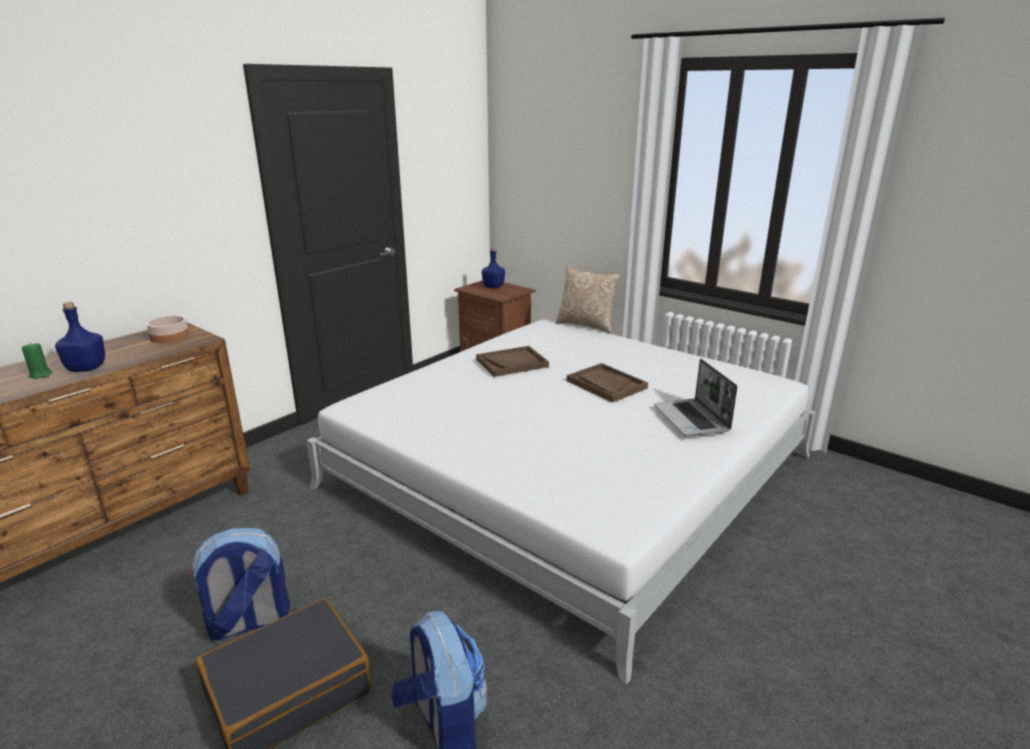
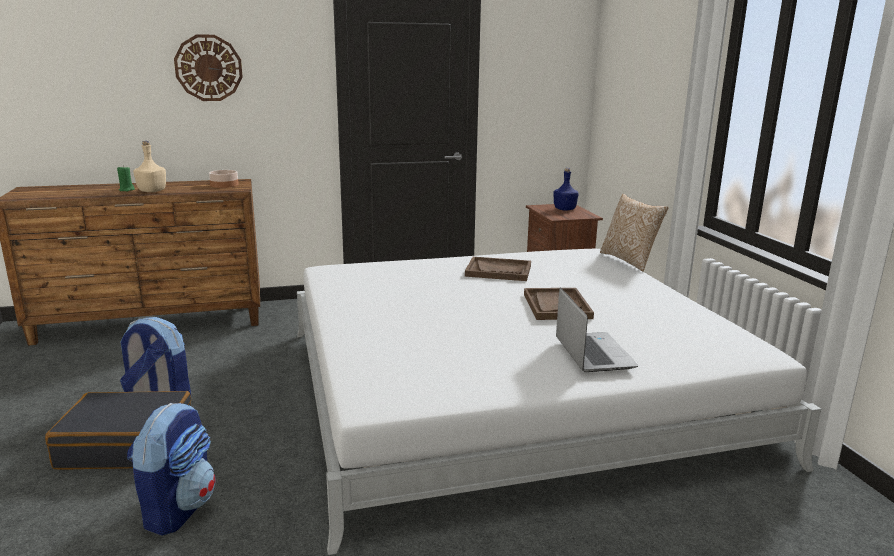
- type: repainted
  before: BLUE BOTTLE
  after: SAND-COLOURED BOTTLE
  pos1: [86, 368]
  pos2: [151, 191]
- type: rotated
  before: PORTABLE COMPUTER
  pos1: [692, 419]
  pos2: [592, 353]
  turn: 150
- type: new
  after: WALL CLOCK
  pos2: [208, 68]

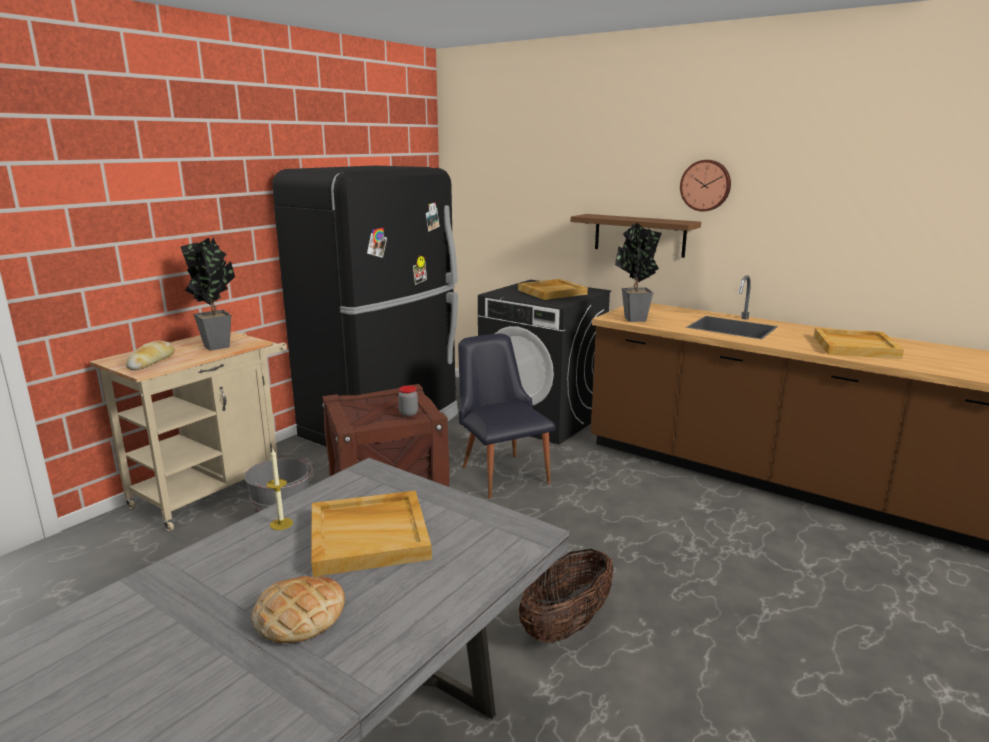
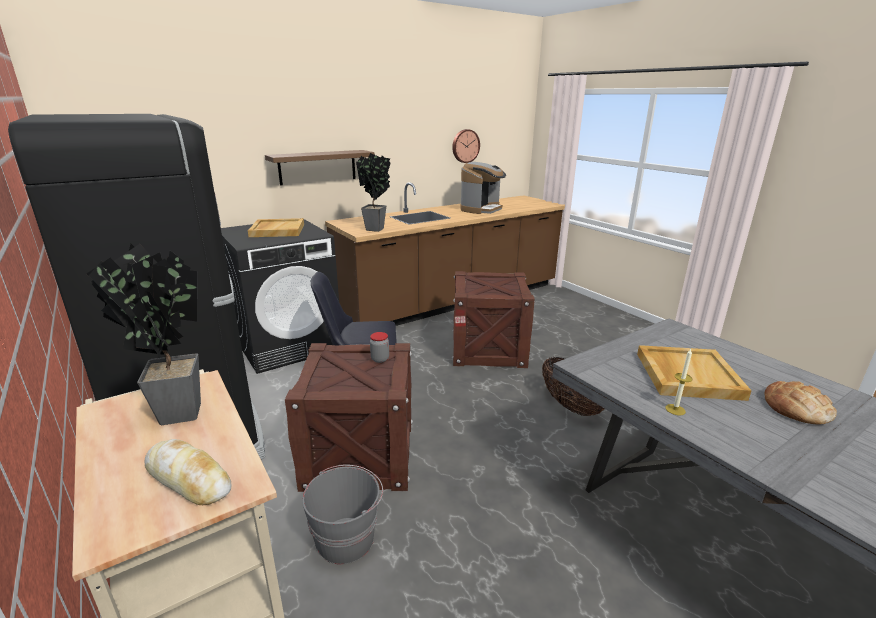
- type: shifted
  before: WALL CLOCK
  pos1: [706, 185]
  pos2: [465, 146]
- type: swapped
  before: SAND-COLOURED SERVING TRAY
  after: COFFEE BREWER
  pos1: [856, 347]
  pos2: [481, 209]
- type: new
  after: PACKING CRATE
  pos2: [488, 349]

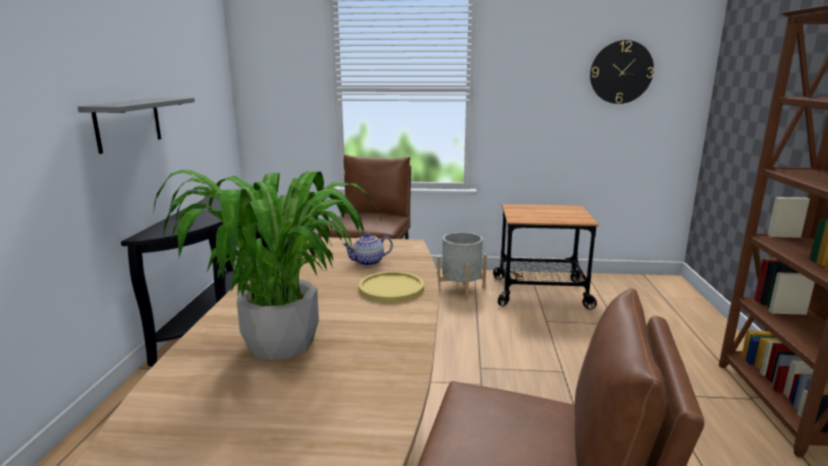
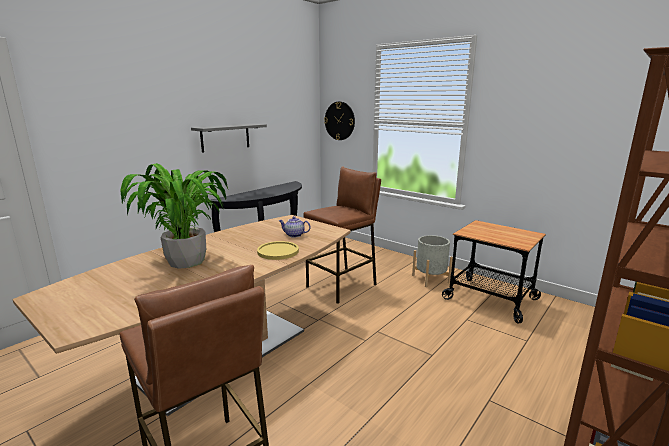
- type: shifted
  before: WALL CLOCK
  pos1: [621, 72]
  pos2: [339, 121]

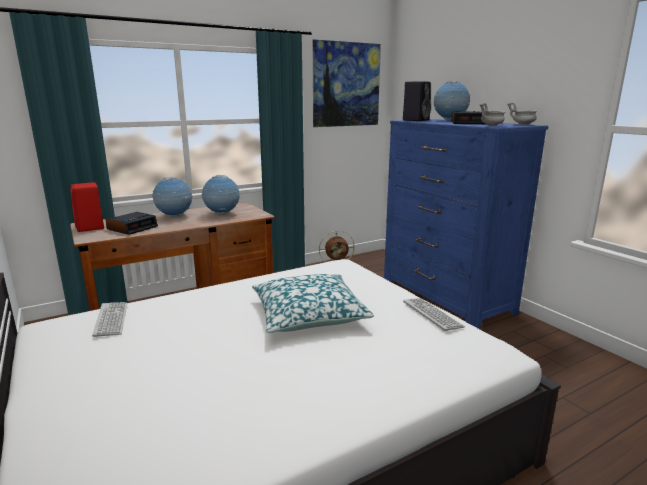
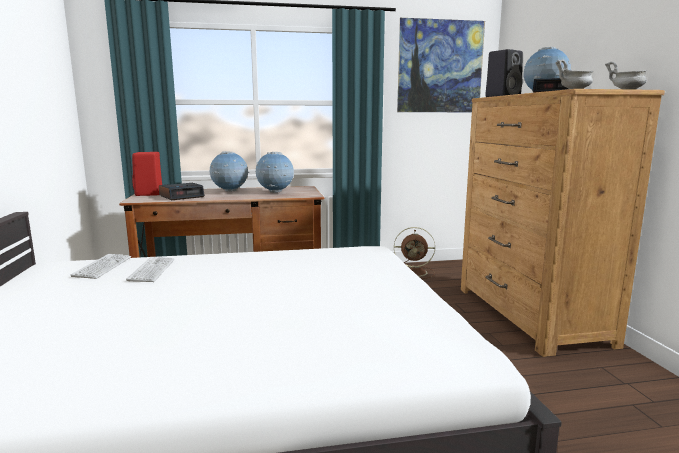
- type: gone
  before: THROW PILLOW
  pos1: [308, 314]
- type: repainted
  before: BLUE DRESSER
  after: BROWN-COLOURED DRESSER
  pos1: [445, 296]
  pos2: [529, 315]
- type: shifted
  before: COMPUTER KEYBOARD
  pos1: [432, 314]
  pos2: [152, 270]

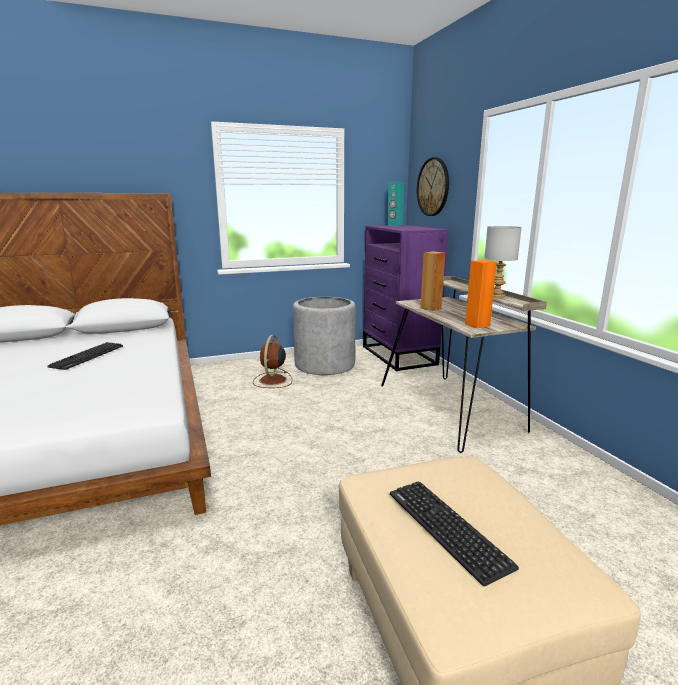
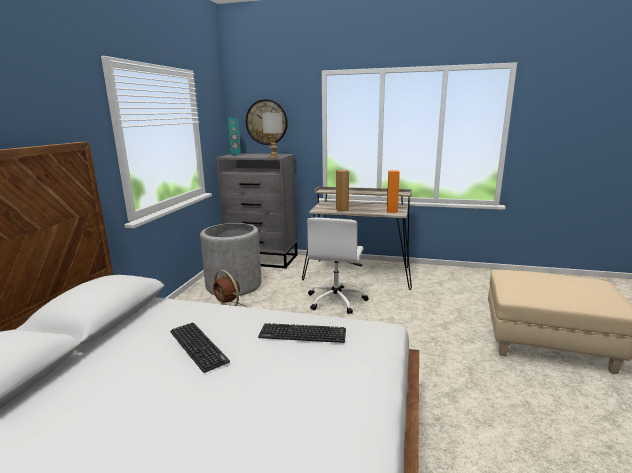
- type: repainted
  before: PURPLE-COLOURED DRESSER
  after: GRAY DRESSER
  pos1: [399, 355]
  pos2: [262, 259]
- type: shifted
  before: COMPUTER KEYBOARD
  pos1: [446, 528]
  pos2: [302, 334]
- type: shifted
  before: GRAY LAMP FOR A TABLE
  pos1: [497, 296]
  pos2: [273, 157]
- type: new
  after: WHITISH OFFICE CHAIR
  pos2: [336, 300]

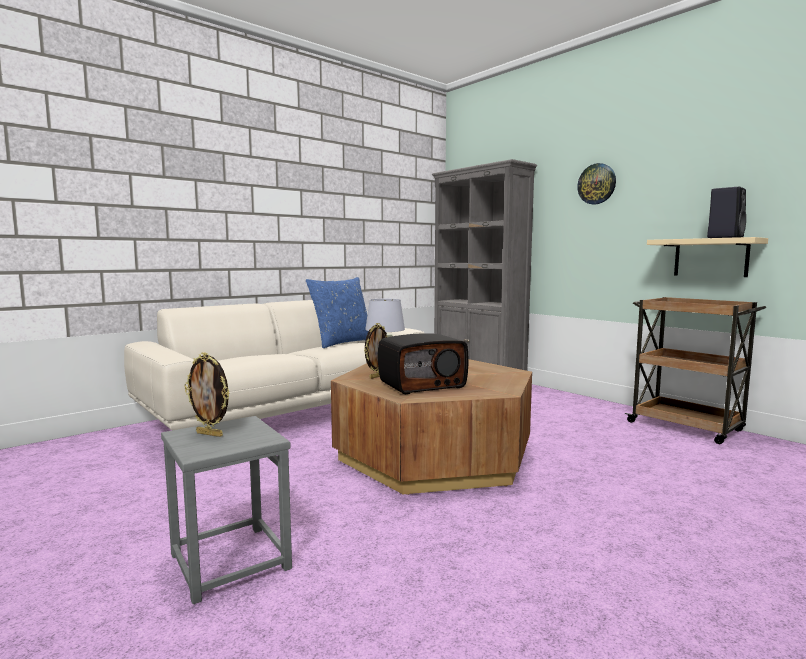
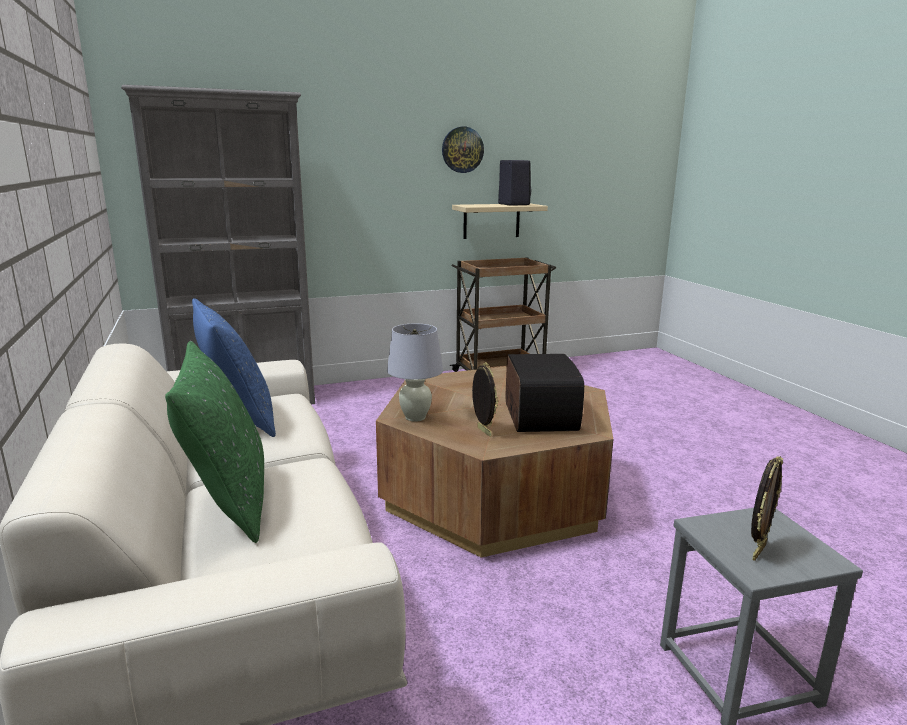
- type: shifted
  before: WALL CLOCK
  pos1: [596, 184]
  pos2: [462, 150]
- type: new
  after: GREEN-COLOURED THROW PILLOW
  pos2: [228, 503]

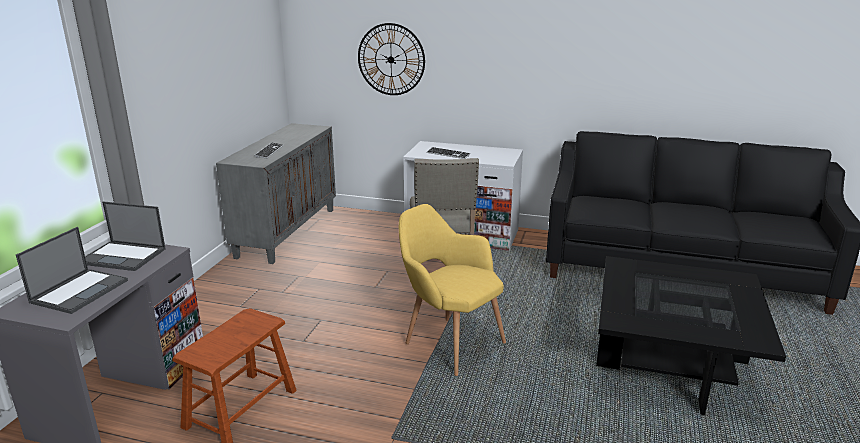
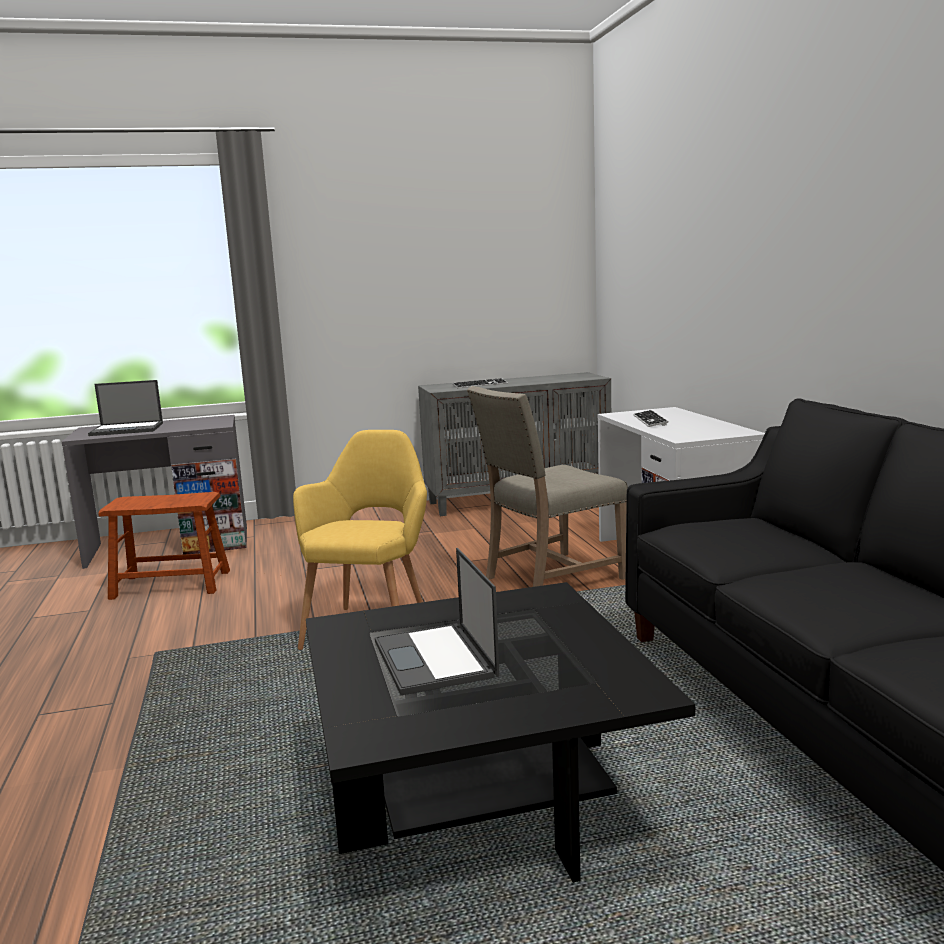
- type: shifted
  before: PORTABLE COMPUTER
  pos1: [124, 256]
  pos2: [435, 659]
- type: gone
  before: WALL CLOCK
  pos1: [391, 59]

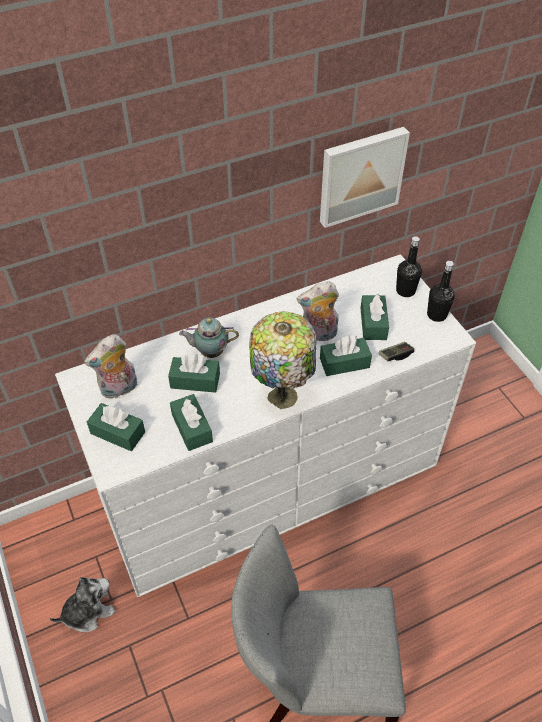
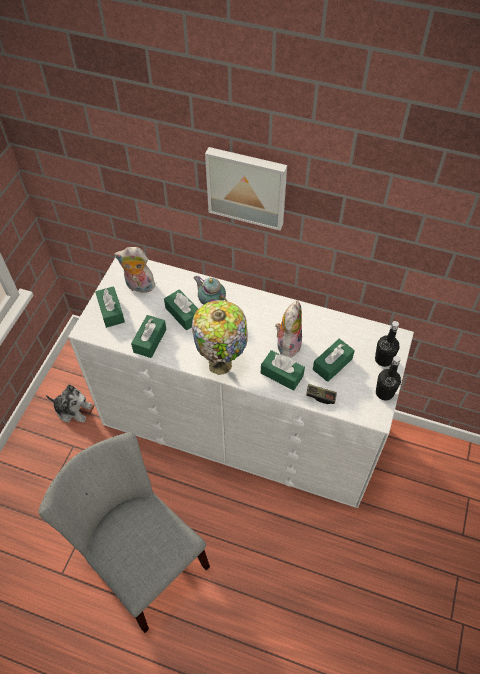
- type: rotated
  before: PLUSH TOY
  pos1: [318, 335]
  pos2: [287, 343]
  turn: 75
- type: shifted
  before: WALL PICTURE
  pos1: [360, 175]
  pos2: [247, 186]

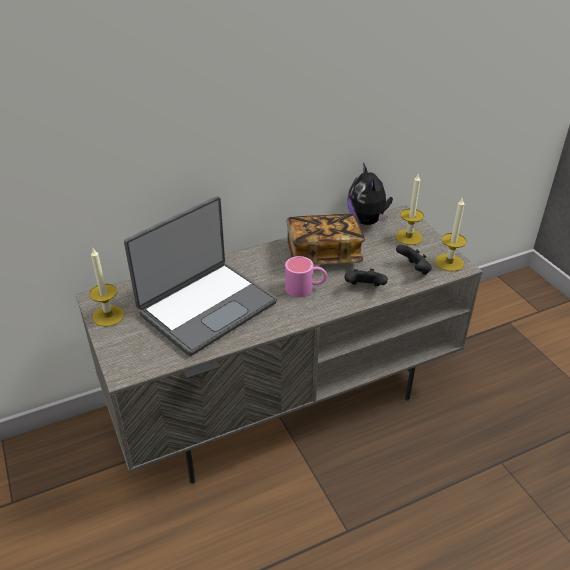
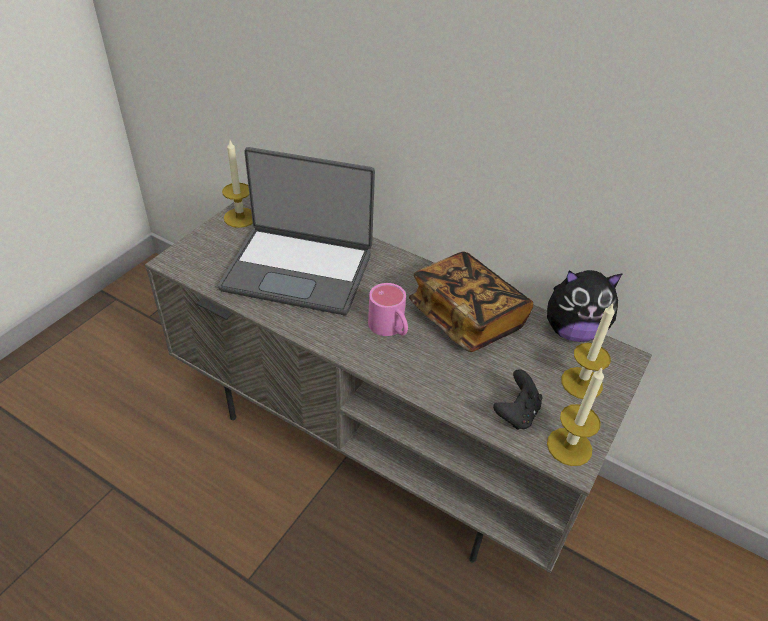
- type: gone
  before: BLACK-COLOURED JOYPAD
  pos1: [364, 288]
- type: rotated
  before: PLUSH TOY
  pos1: [367, 221]
  pos2: [572, 331]
  turn: -135

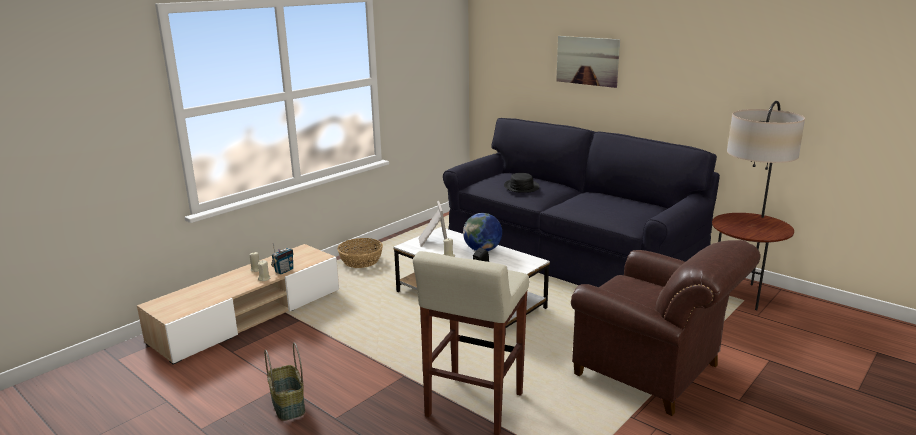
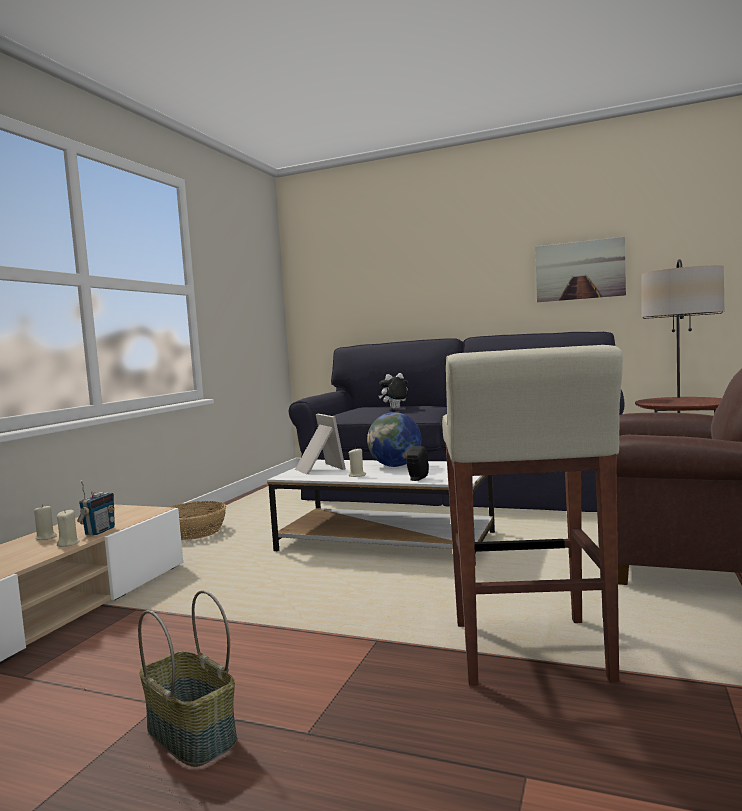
- type: swapped
  before: BLACK-COLOURED CLOTHING HAT
  after: PLUSH TOY
  pos1: [521, 187]
  pos2: [395, 408]
- type: shifted
  before: WALL PICTURE
  pos1: [587, 61]
  pos2: [579, 270]

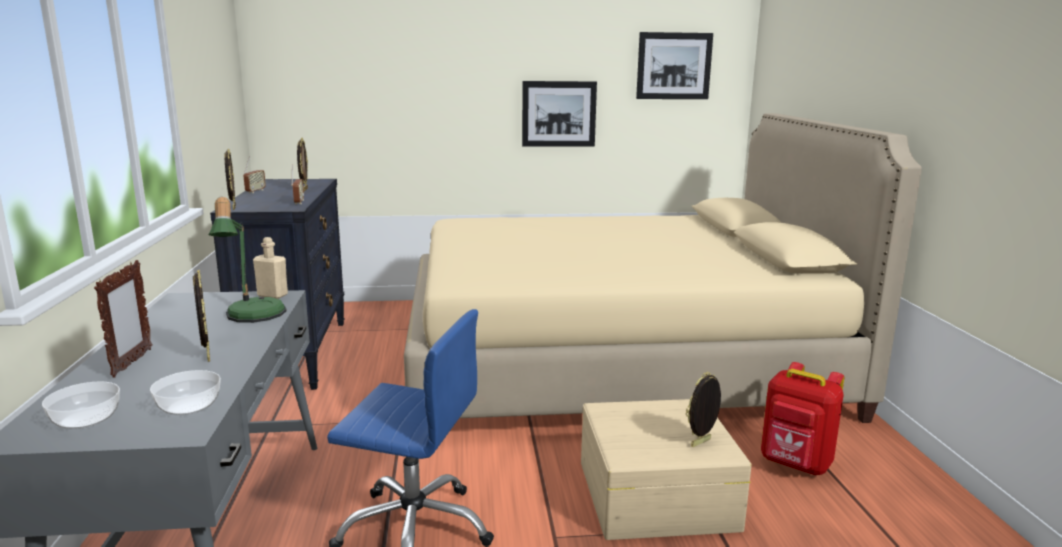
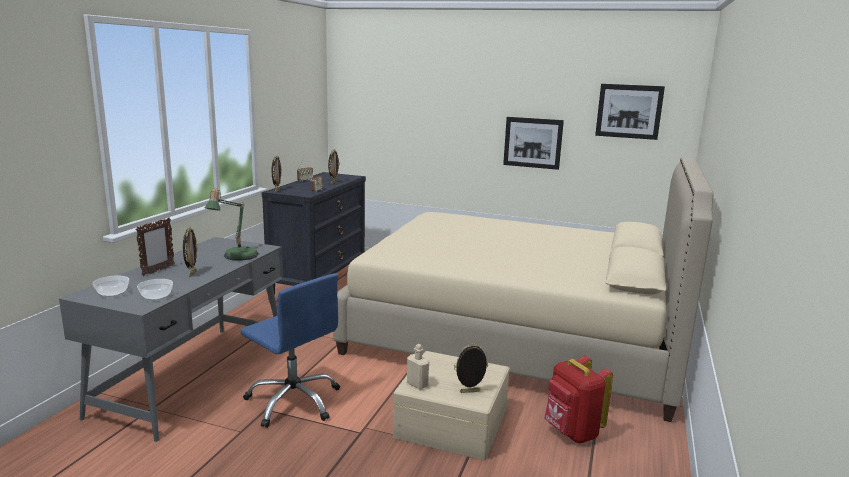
- type: shifted
  before: SAND-COLOURED BOTTLE
  pos1: [272, 295]
  pos2: [417, 384]

